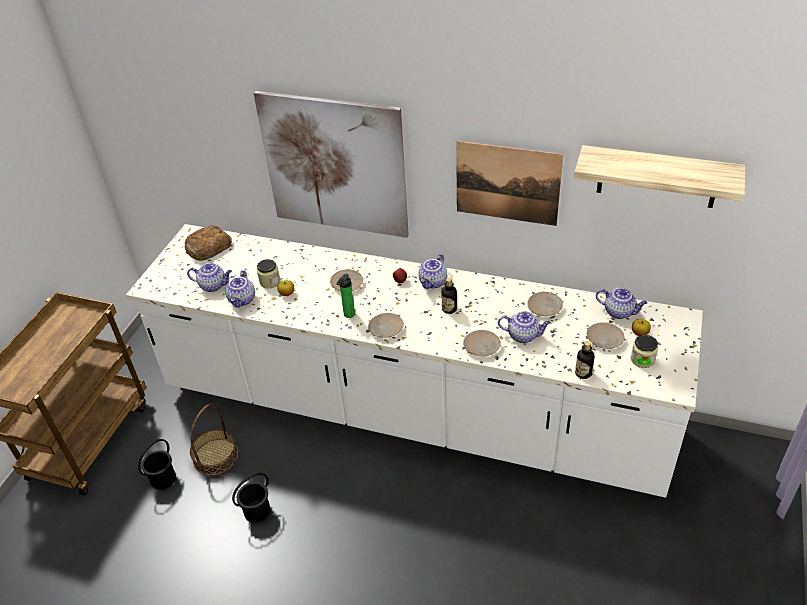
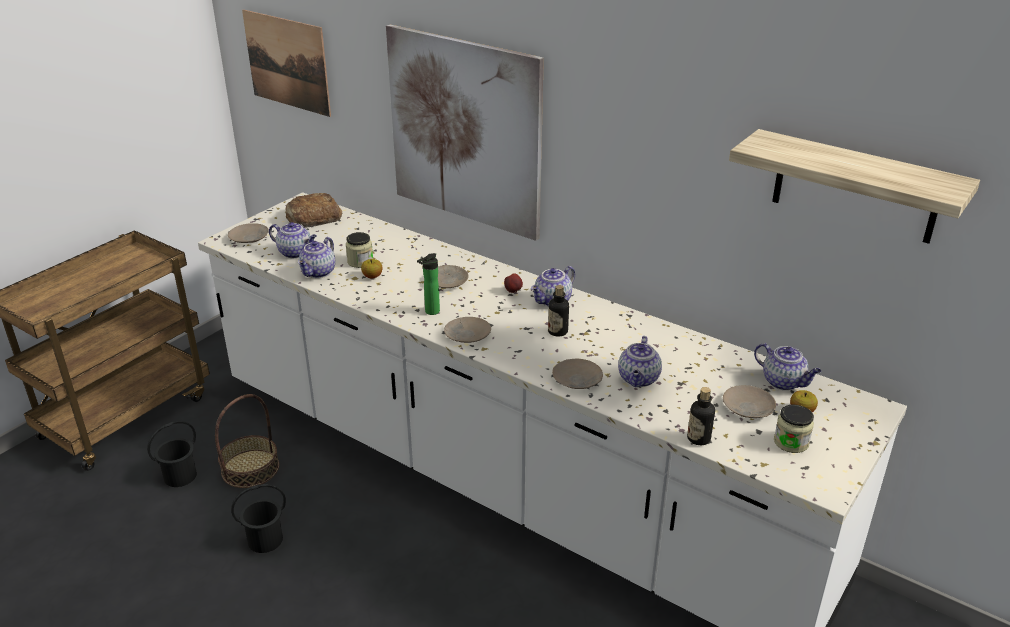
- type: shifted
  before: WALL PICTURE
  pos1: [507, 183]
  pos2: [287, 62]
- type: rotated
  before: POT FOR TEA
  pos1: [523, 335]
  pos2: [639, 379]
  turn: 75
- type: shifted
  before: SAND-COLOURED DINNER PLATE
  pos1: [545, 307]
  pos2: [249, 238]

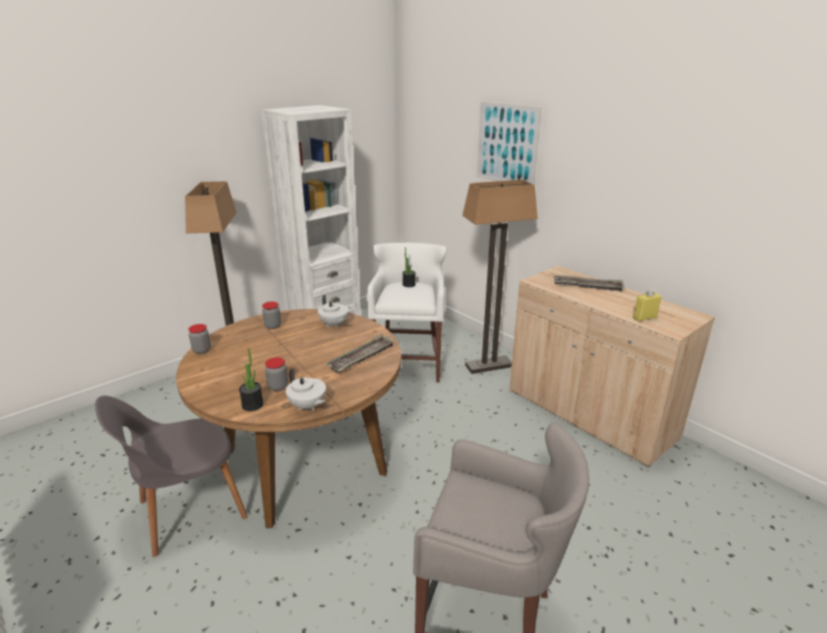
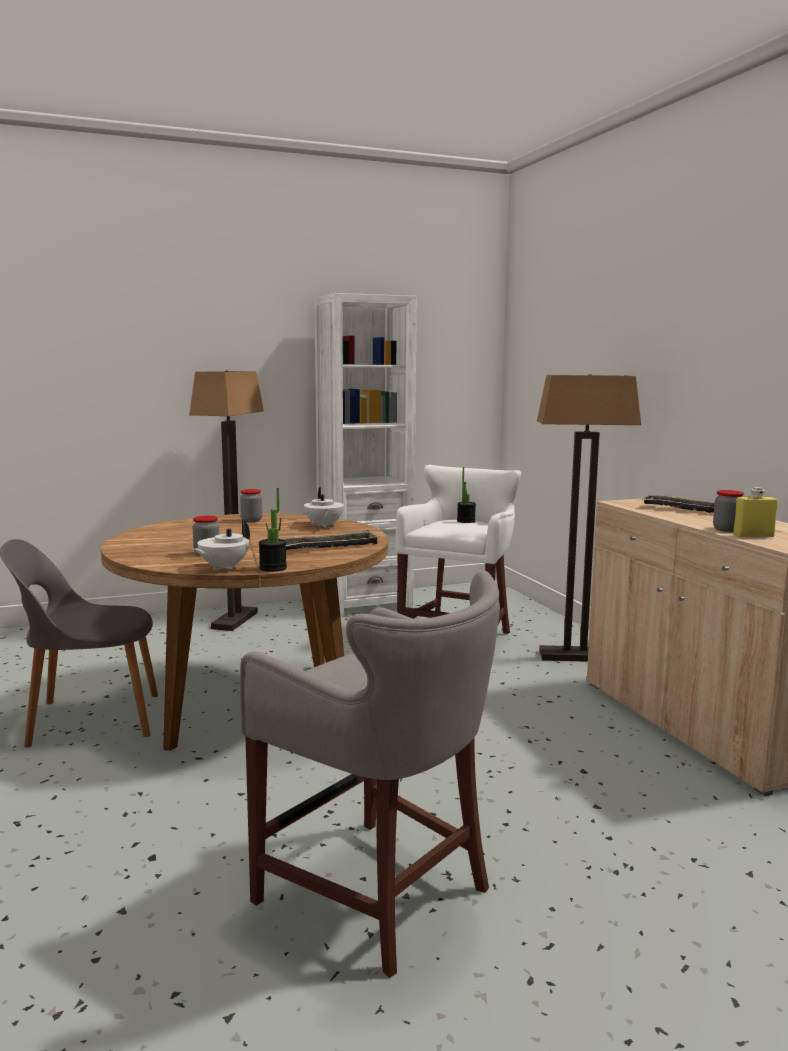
- type: shifted
  before: JAR
  pos1: [202, 350]
  pos2: [726, 529]
- type: shifted
  before: HOUSEPLANT
  pos1: [252, 405]
  pos2: [273, 568]
- type: rotated
  before: WHITISH POT FOR TEA
  pos1: [307, 406]
  pos2: [223, 567]
  turn: 60
- type: gone
  before: WALL PICTURE
  pos1: [507, 144]

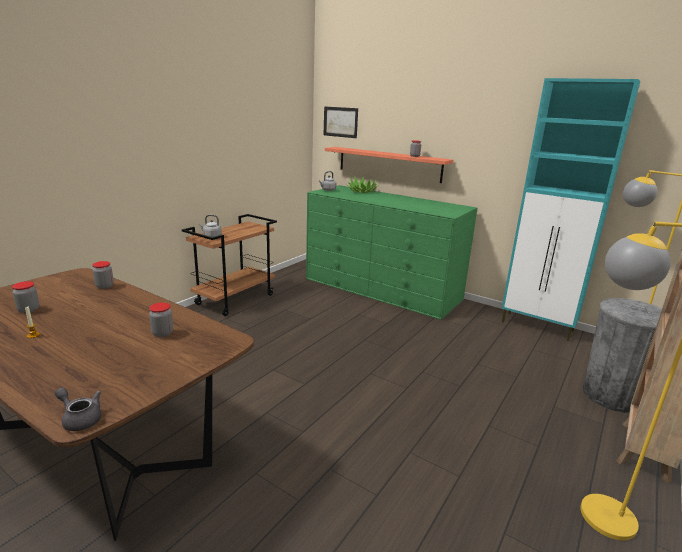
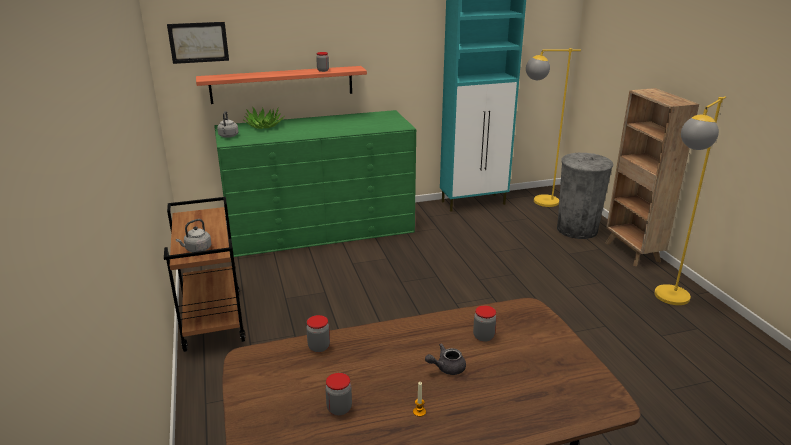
- type: shifted
  before: GRAY POT FOR TEA
  pos1: [80, 419]
  pos2: [446, 368]

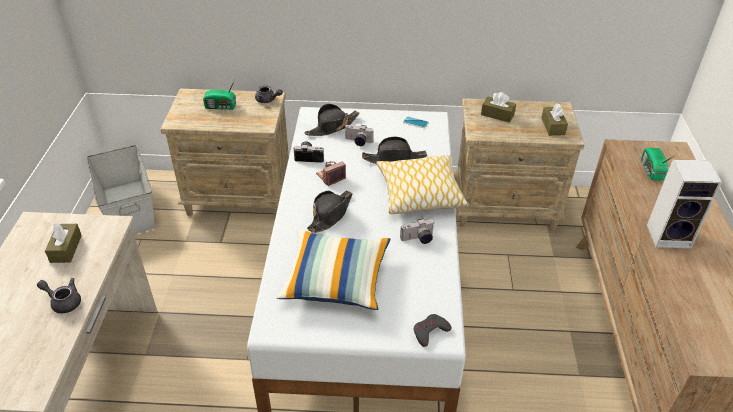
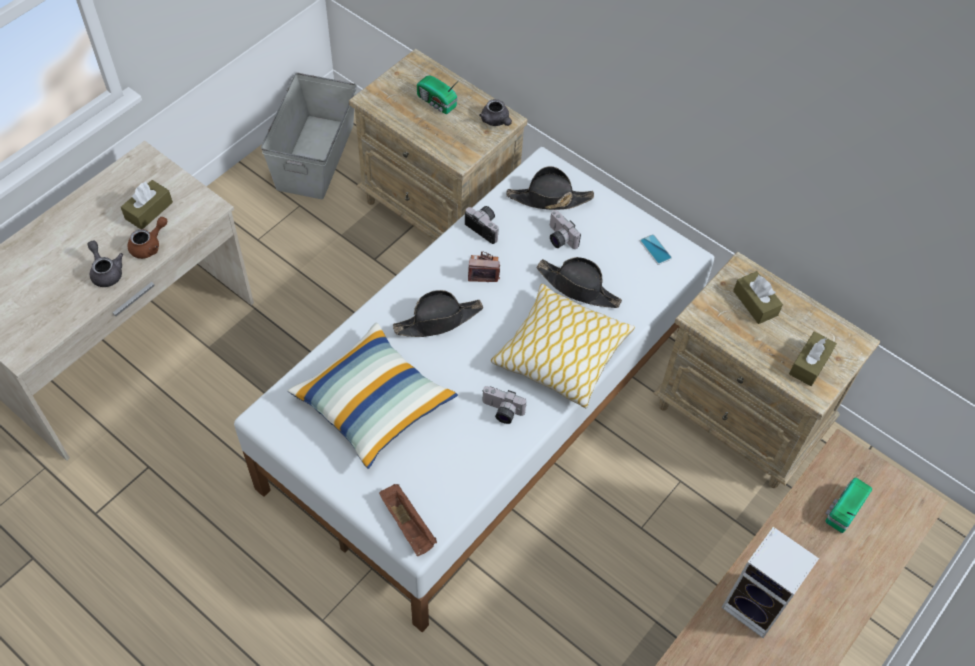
- type: swapped
  before: GRAY JOYPAD
  after: BROWN-COLOURED SERVING TRAY
  pos1: [430, 331]
  pos2: [409, 525]
- type: new
  after: BROWN-COLOURED POT FOR TEA
  pos2: [149, 246]

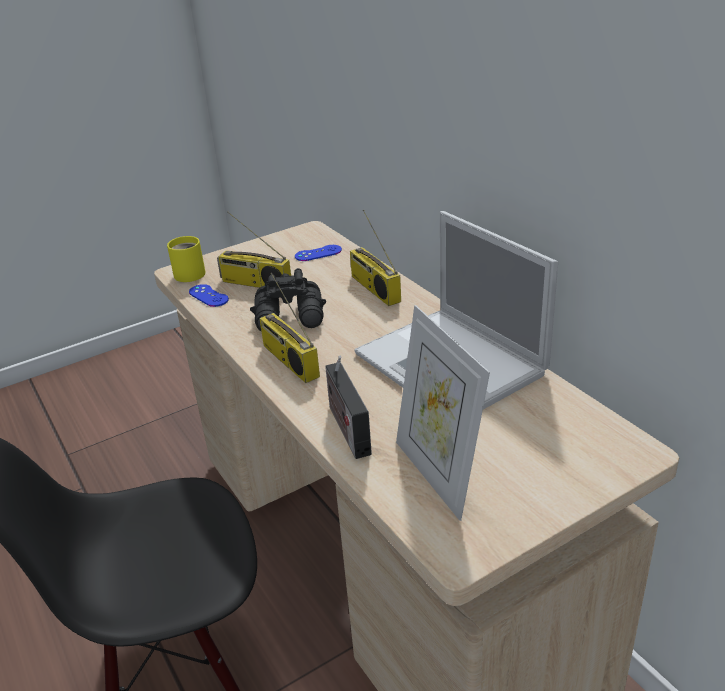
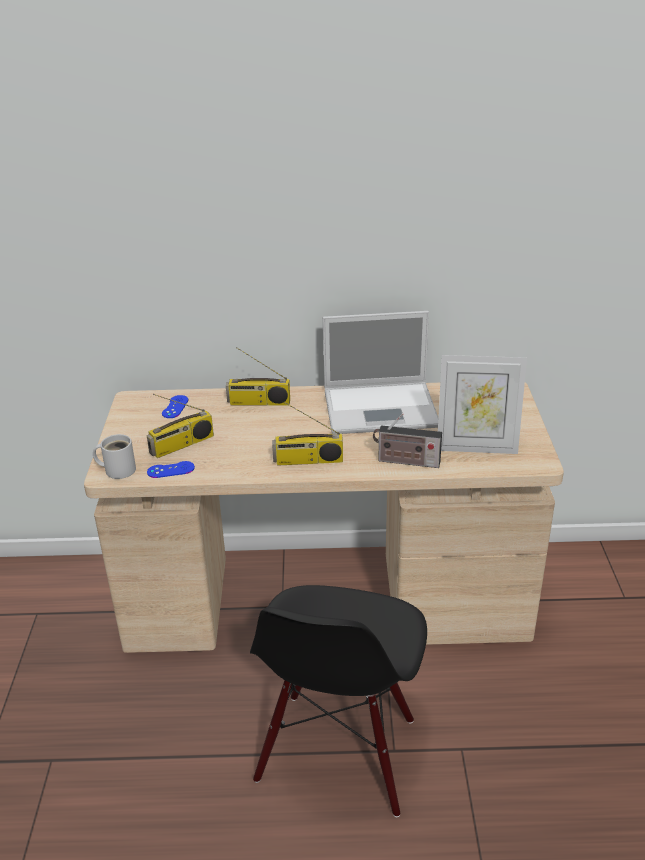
- type: repainted
  before: YELLOW COFFEE MUG
  after: WHITISH COFFEE MUG
  pos1: [190, 273]
  pos2: [118, 469]
- type: gone
  before: BLACK-COLOURED BINOCULARS
  pos1: [291, 317]

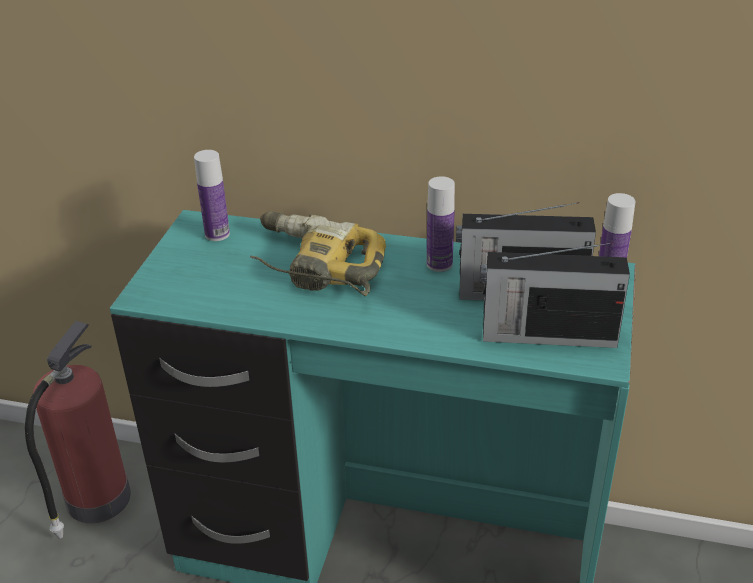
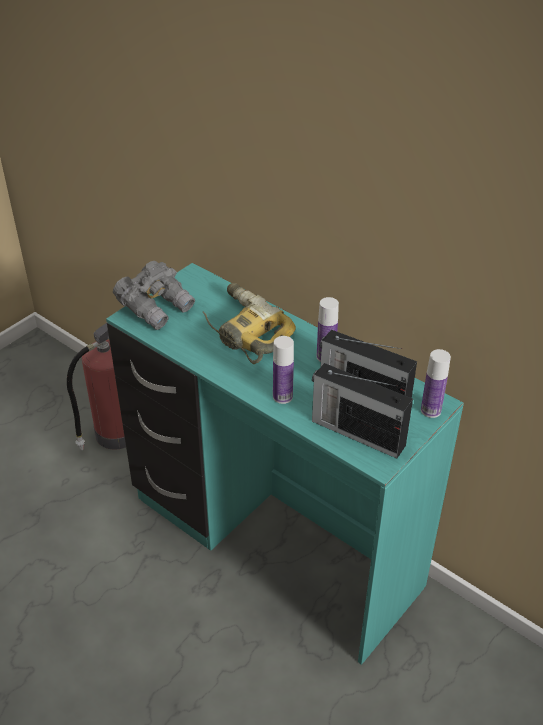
- type: shifted
  before: BOTTLE
  pos1: [217, 234]
  pos2: [282, 396]
- type: new
  after: GRAY BINOCULARS
  pos2: [156, 308]

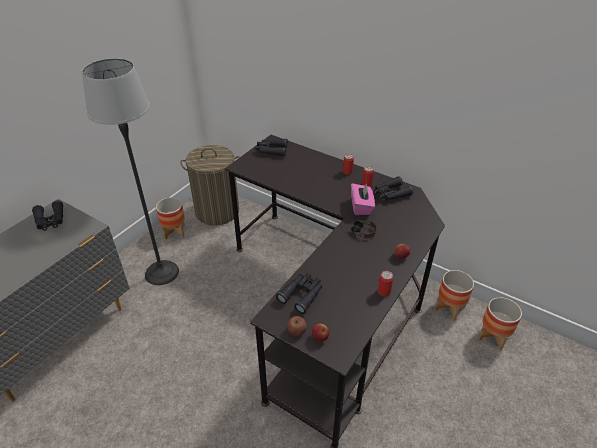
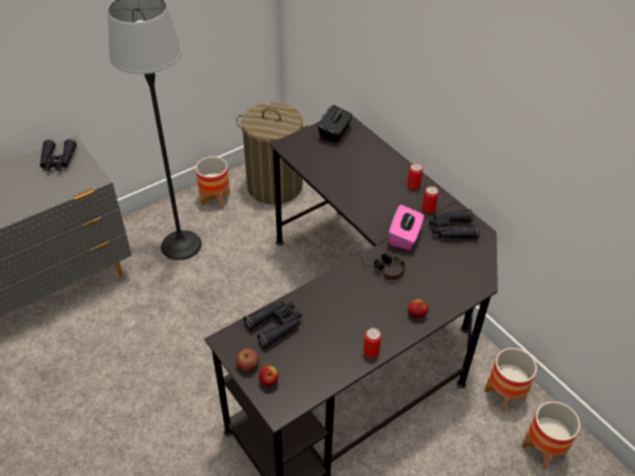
- type: swapped
  before: BLACK-COLOURED BINOCULARS
  after: BLACK-COLOURED TISSUE BOX
  pos1: [271, 150]
  pos2: [335, 133]

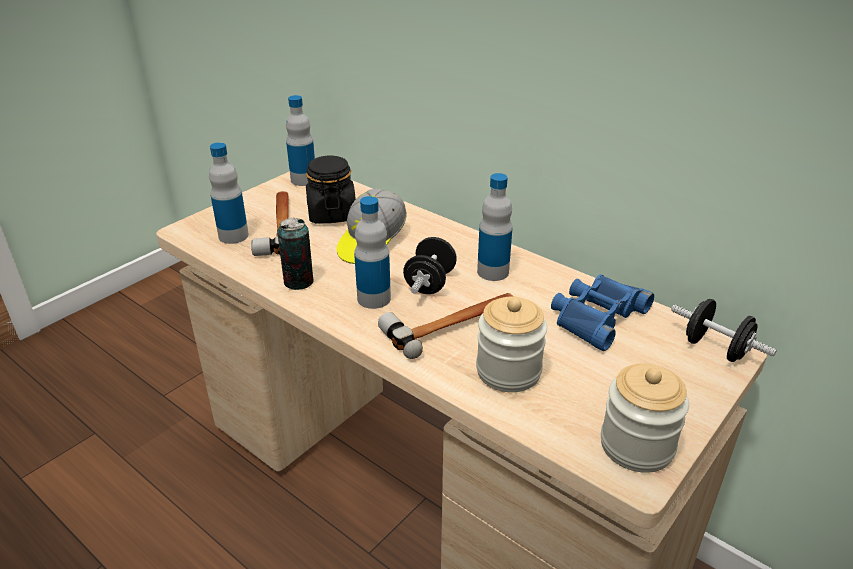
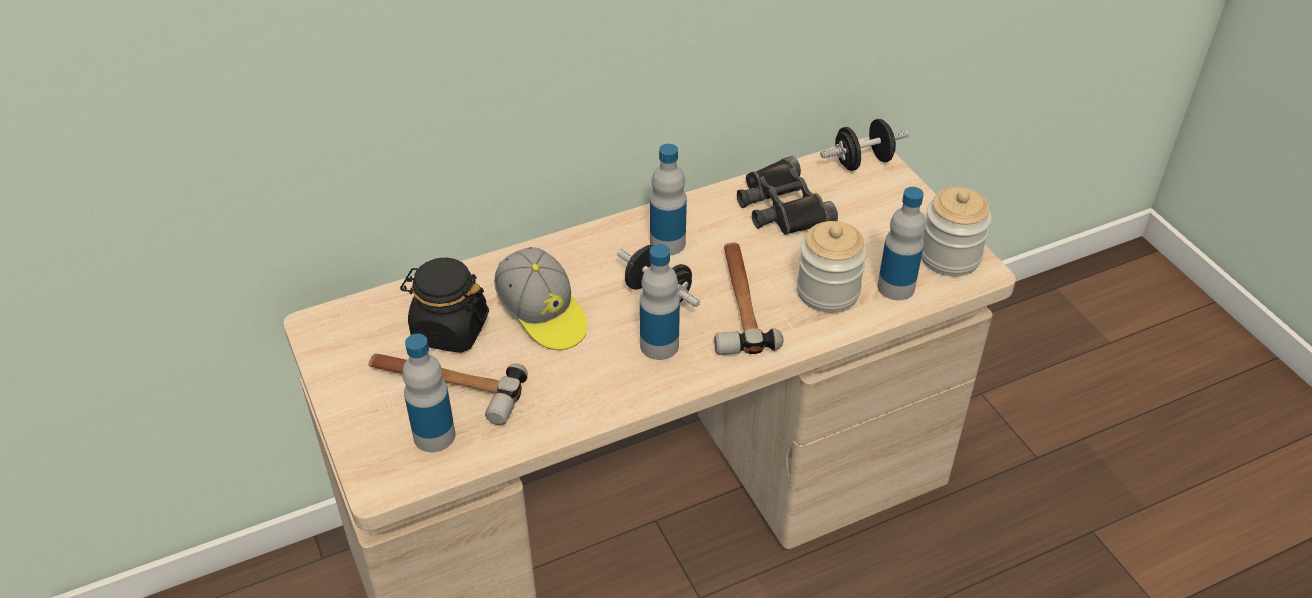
- type: gone
  before: CAN
  pos1: [298, 282]
- type: shifted
  before: BOTTLE
  pos1: [303, 180]
  pos2: [896, 287]
- type: repainted
  before: BLUE BINOCULARS
  after: BLACK-COLOURED BINOCULARS
  pos1: [596, 316]
  pos2: [781, 207]

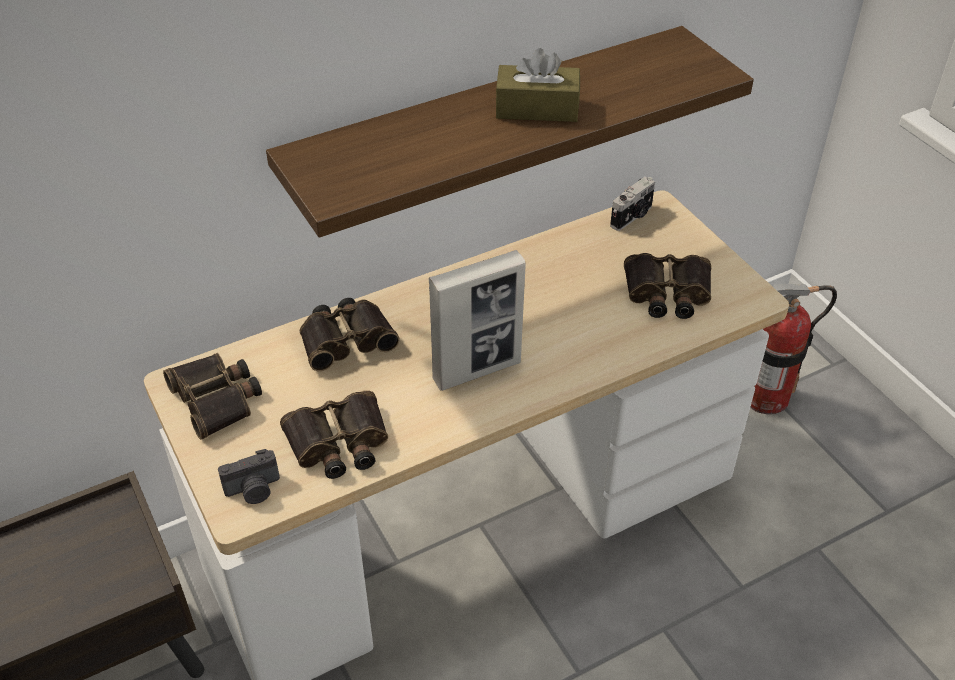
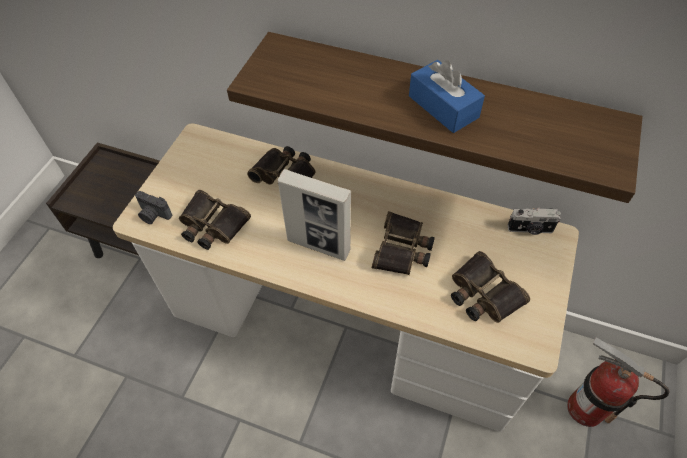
- type: shifted
  before: BINOCULARS
  pos1: [217, 399]
  pos2: [403, 249]
- type: repainted
  before: BROWN-COLOURED TISSUE BOX
  after: BLUE TISSUE BOX
  pos1: [537, 108]
  pos2: [443, 107]

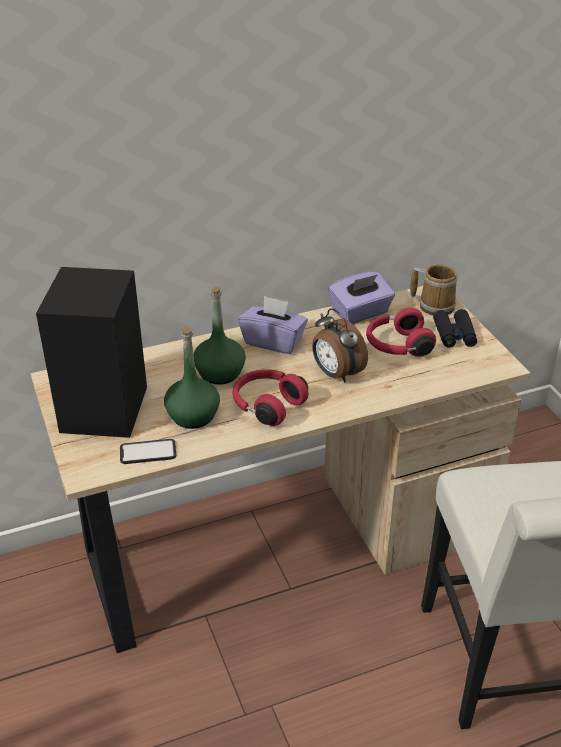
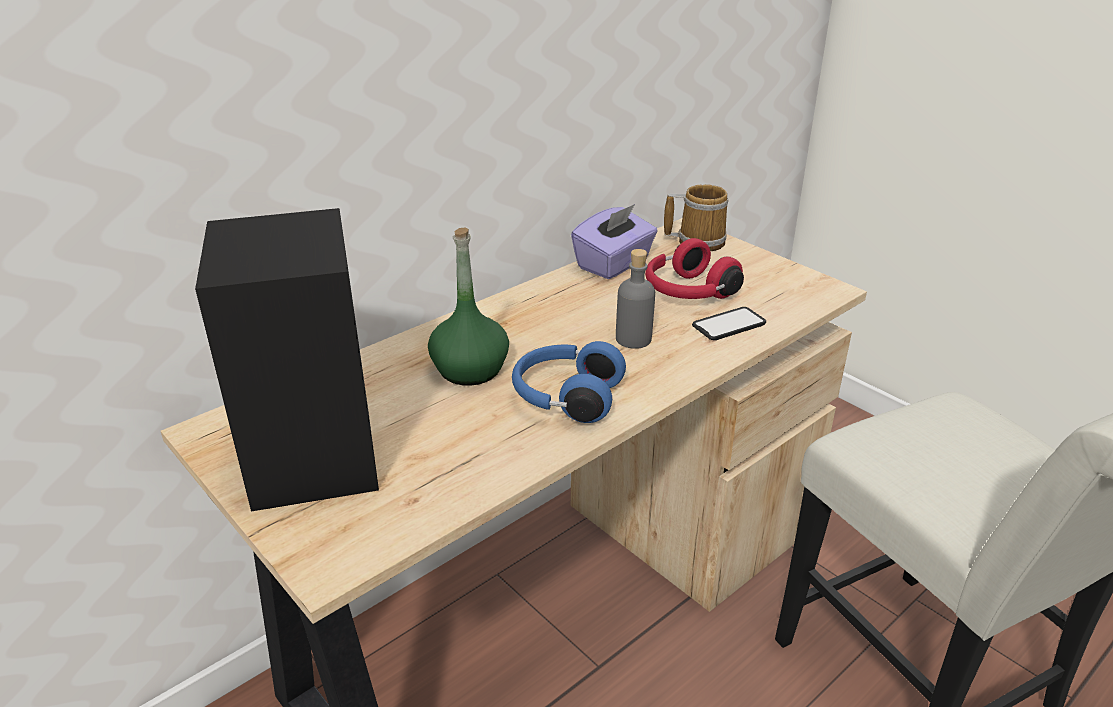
- type: shifted
  before: PHONE
  pos1: [148, 452]
  pos2: [729, 325]
- type: gone
  before: GREEN-COLOURED BOTTLE
  pos1: [193, 415]
- type: repainted
  before: REDDISH HEADPHONES
  after: BLUE HEADPHONES
  pos1: [267, 405]
  pos2: [565, 397]
- type: gone
  before: PURPLE-COLOURED TISSUE BOX
  pos1: [273, 341]
- type: swapped
  before: TABLE CLOCK
  after: GRAY BOTTLE
  pos1: [336, 374]
  pos2: [633, 339]
- type: gone
  before: BLACK-COLOURED BINOCULARS
  pos1: [454, 334]

